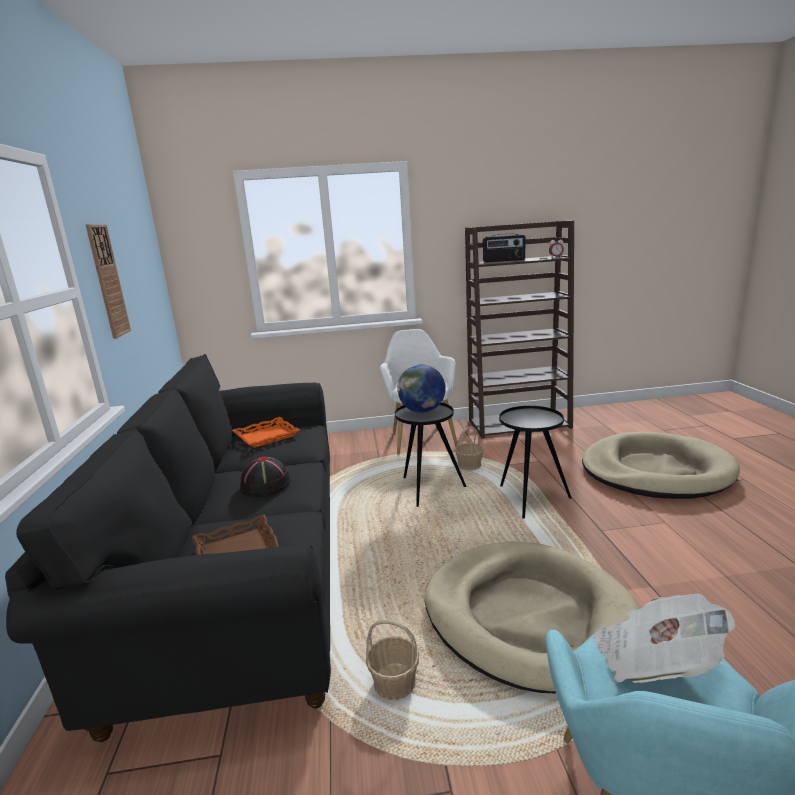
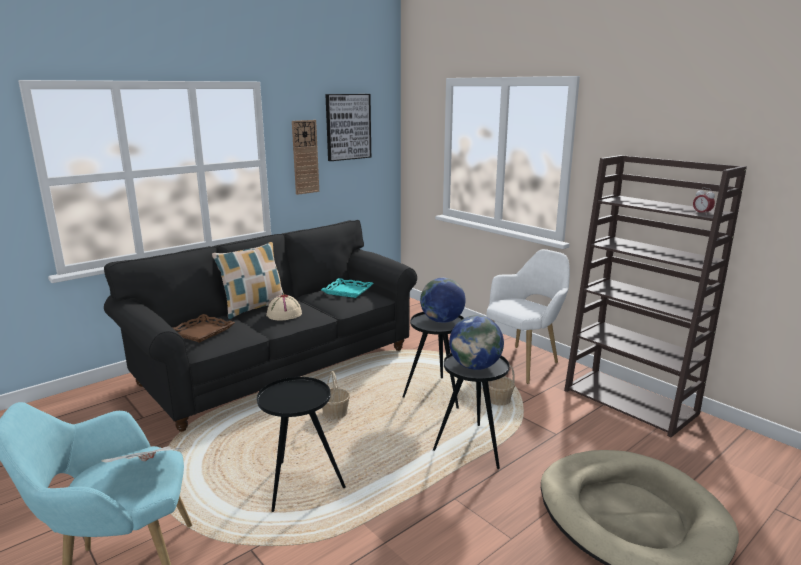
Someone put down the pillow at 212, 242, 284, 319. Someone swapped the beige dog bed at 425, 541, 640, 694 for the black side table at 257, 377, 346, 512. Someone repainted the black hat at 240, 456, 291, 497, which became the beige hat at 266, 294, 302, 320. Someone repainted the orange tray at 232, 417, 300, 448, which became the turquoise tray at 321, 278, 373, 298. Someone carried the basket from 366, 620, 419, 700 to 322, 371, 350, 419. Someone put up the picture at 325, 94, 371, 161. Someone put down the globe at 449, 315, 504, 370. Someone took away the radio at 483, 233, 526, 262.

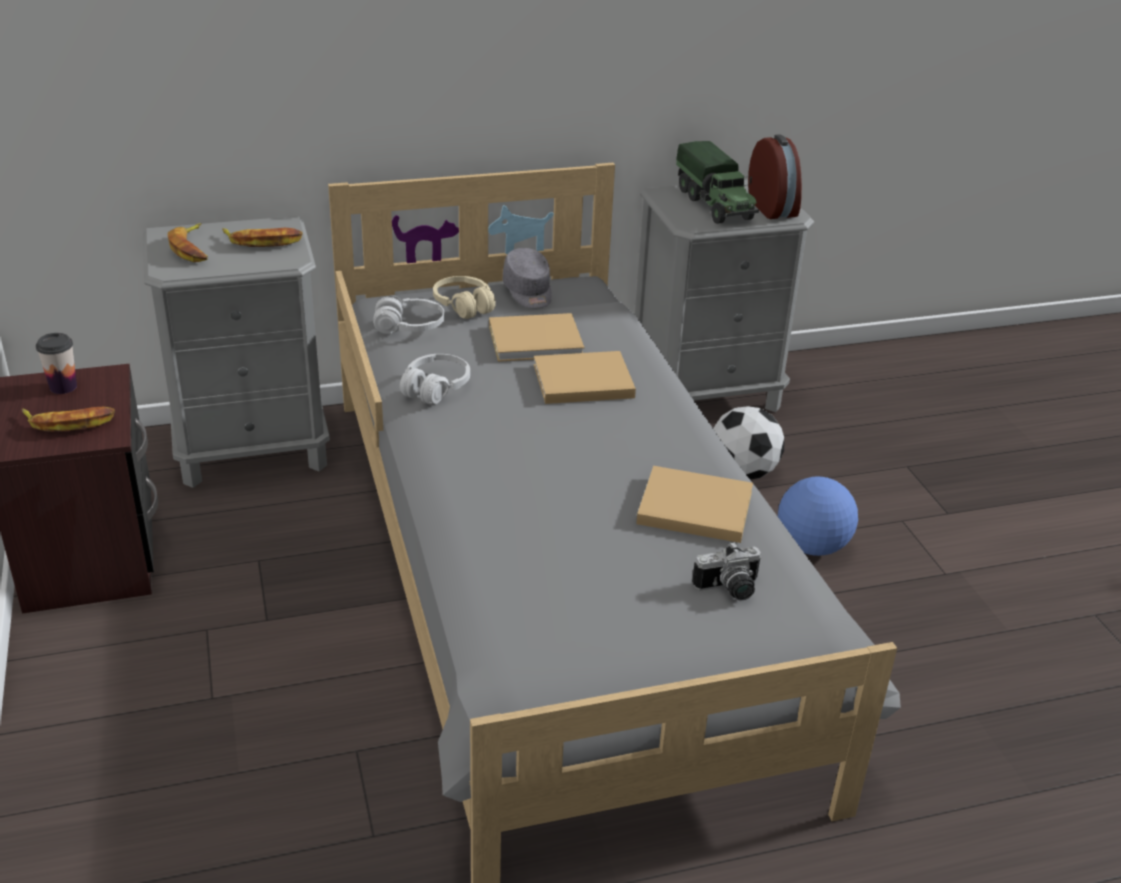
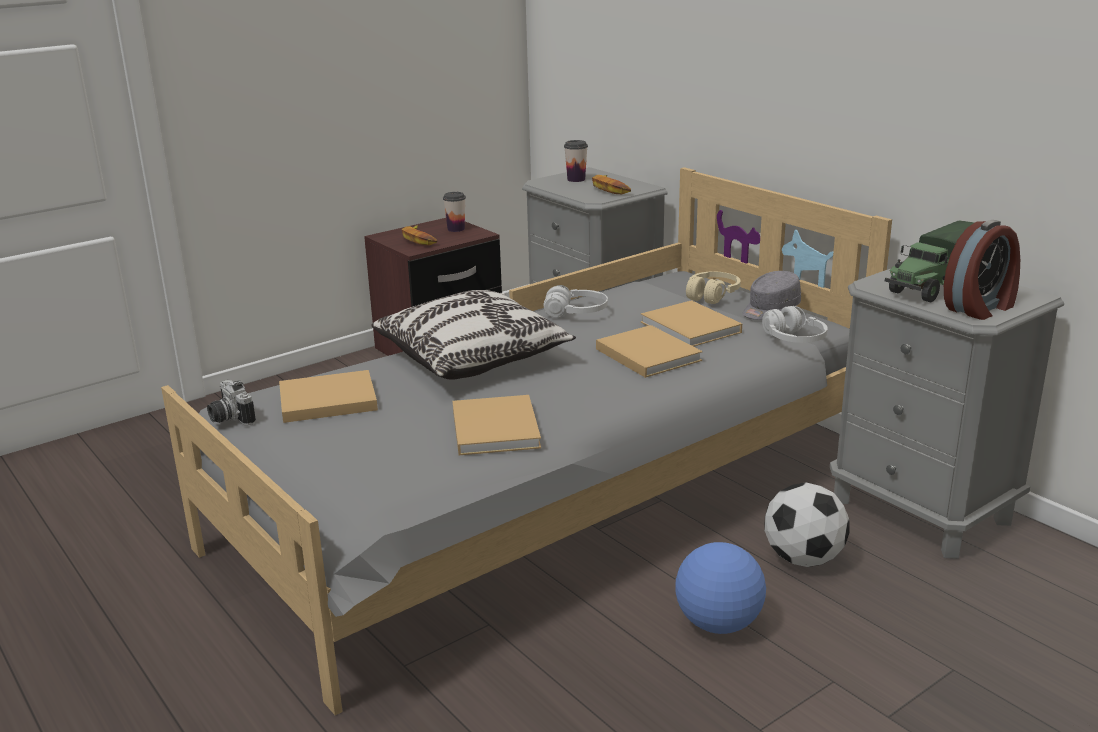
Someone carried the photo camera from 692, 542, 761, 600 to 207, 380, 256, 425. Someone put down the beige book at 279, 370, 378, 423. Someone put down the pillow at 372, 290, 576, 380. Someone swapped the banana at 168, 223, 208, 262 for the cup at 564, 140, 588, 182. Someone carried the white headphones from 373, 295, 445, 334 to 762, 306, 828, 343.

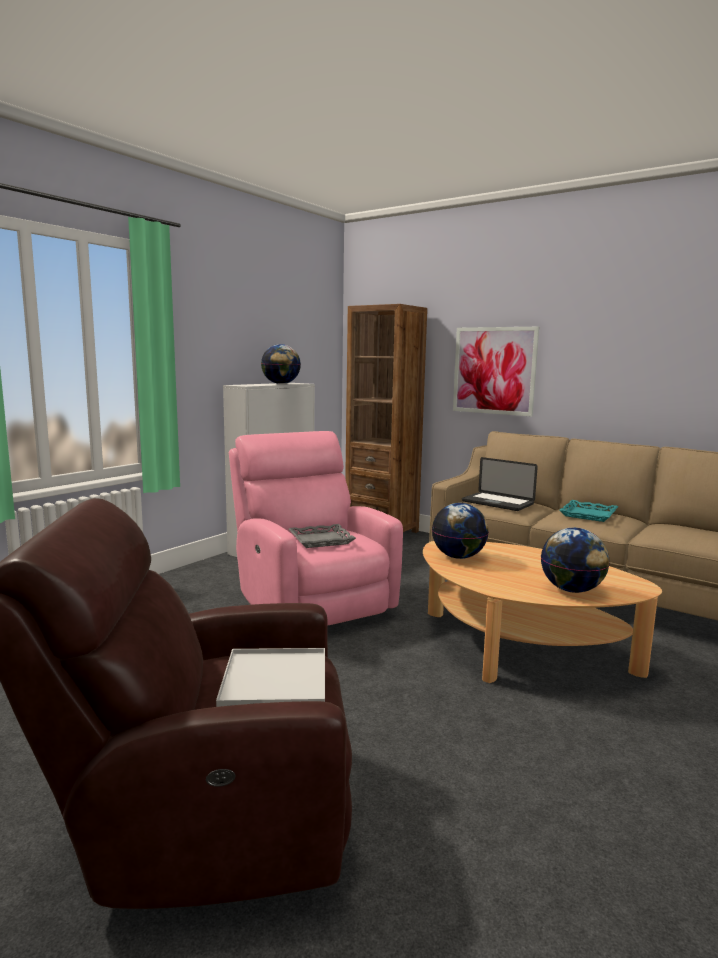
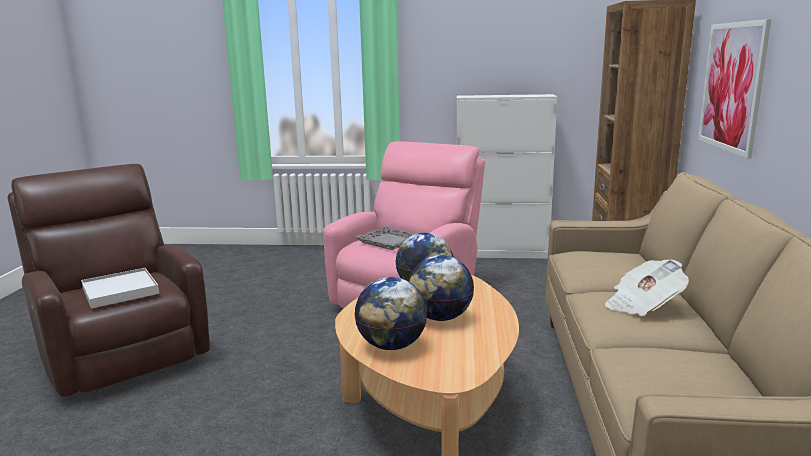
Someone carried the globe from 261, 344, 301, 384 to 409, 255, 474, 321. Someone swapped the turquoise tray at 559, 500, 618, 522 for the newspaper at 605, 259, 689, 316. Someone took away the laptop at 462, 457, 538, 511.

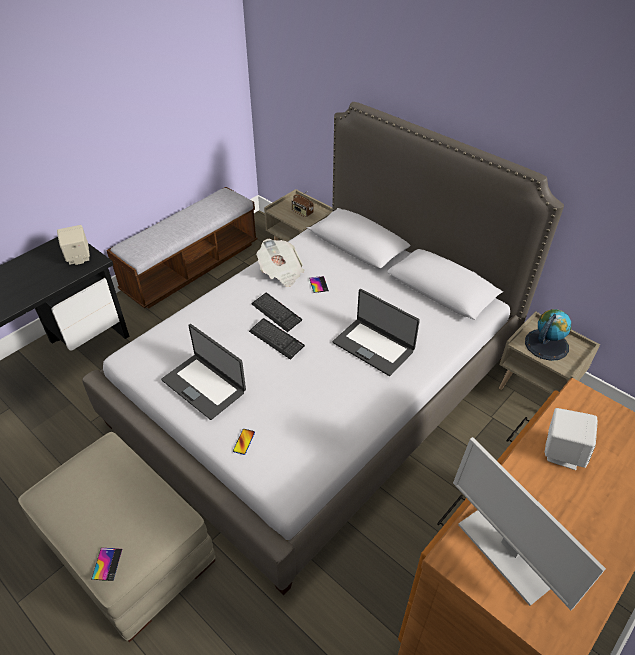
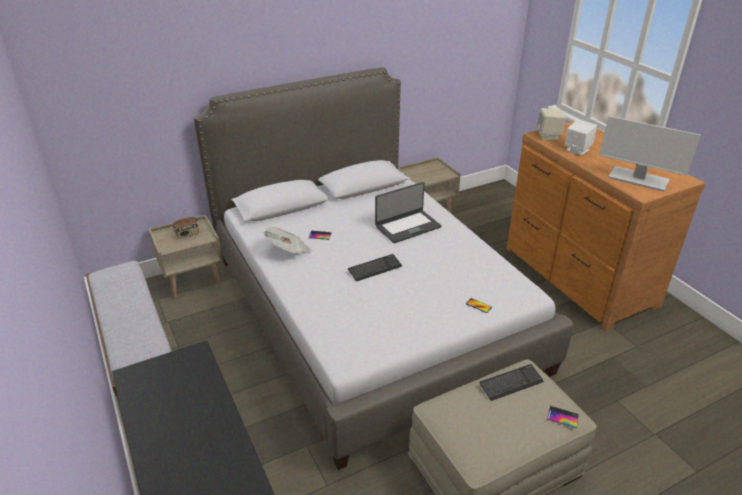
Someone carried the keyboard from 252, 293, 302, 332 to 479, 364, 544, 401. Someone carried the beige speaker from 57, 225, 90, 265 to 536, 108, 566, 140. Someone rotated the monitor at 453, 437, 606, 610 by 45 degrees clockwise. Someone took away the laptop at 161, 324, 246, 420. Someone took away the globe at 525, 309, 571, 361.

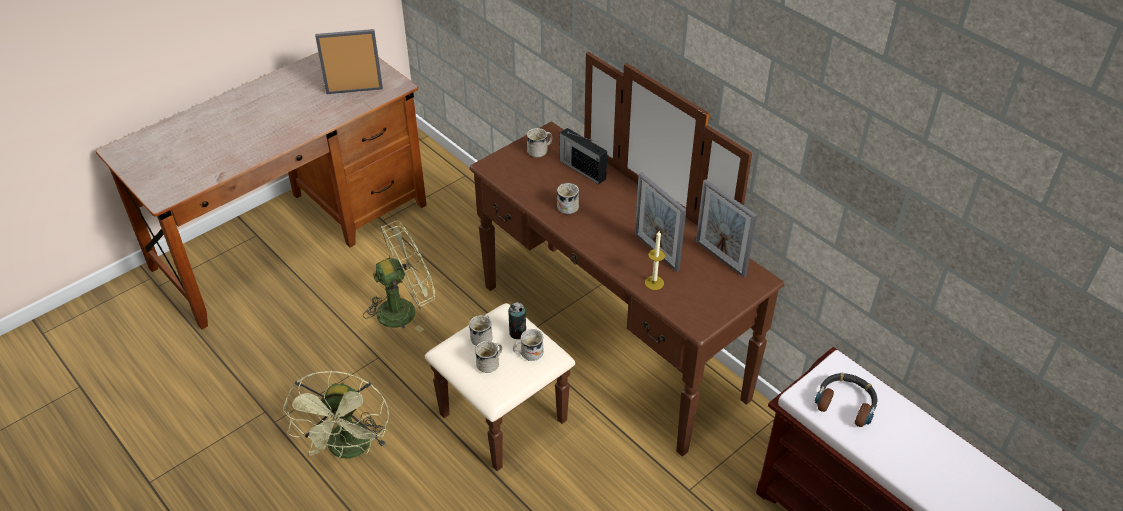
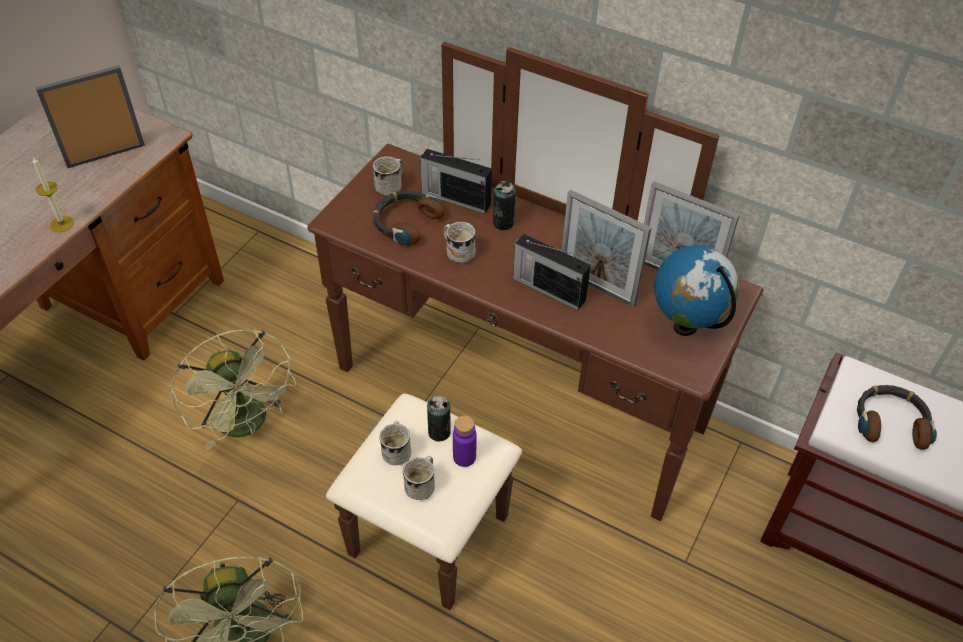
Someone carried the candle from 645, 231, 665, 290 to 32, 157, 74, 232. Someone rotated the green fan at 363, 221, 435, 332 by 105 degrees clockwise. Someone put down the headphones at 373, 191, 445, 246. Someone swapped the white mug at 513, 329, 544, 361 for the purple bottle at 453, 416, 477, 467. Someone put down the can at 493, 181, 516, 230. Someone put down the radio at 513, 234, 591, 310. Someone put down the globe at 654, 245, 739, 336.

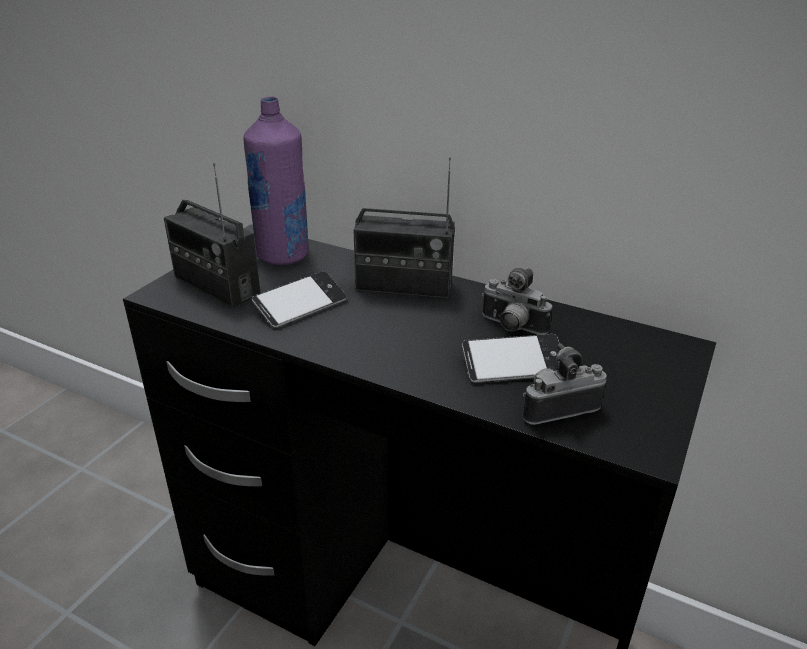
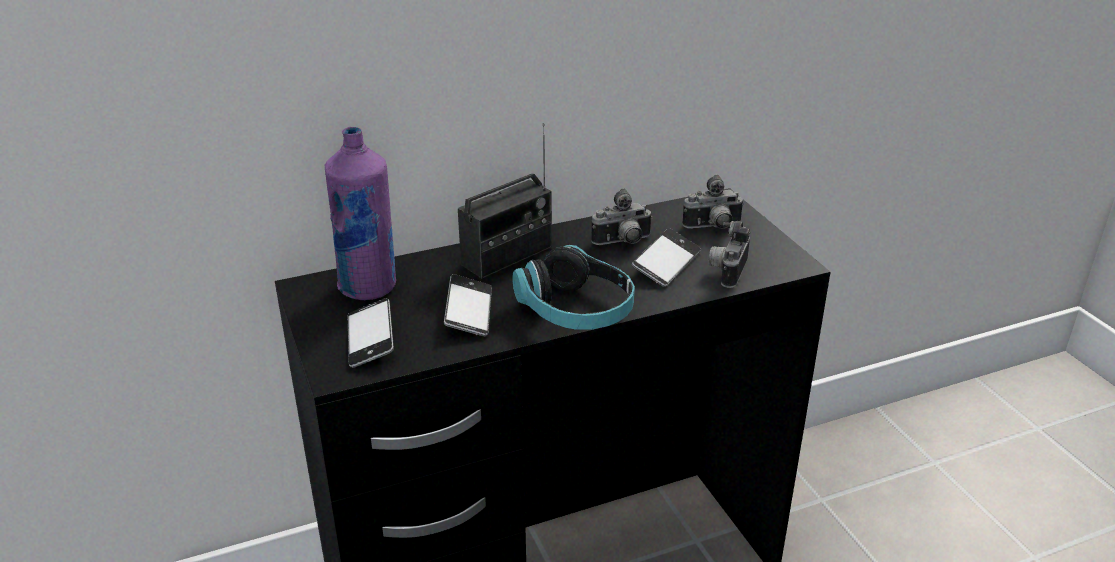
Someone swapped the radio at 164, 163, 260, 308 for the phone at 348, 298, 394, 368. Someone put down the headphones at 512, 245, 635, 330. Someone put down the photo camera at 682, 175, 744, 229.

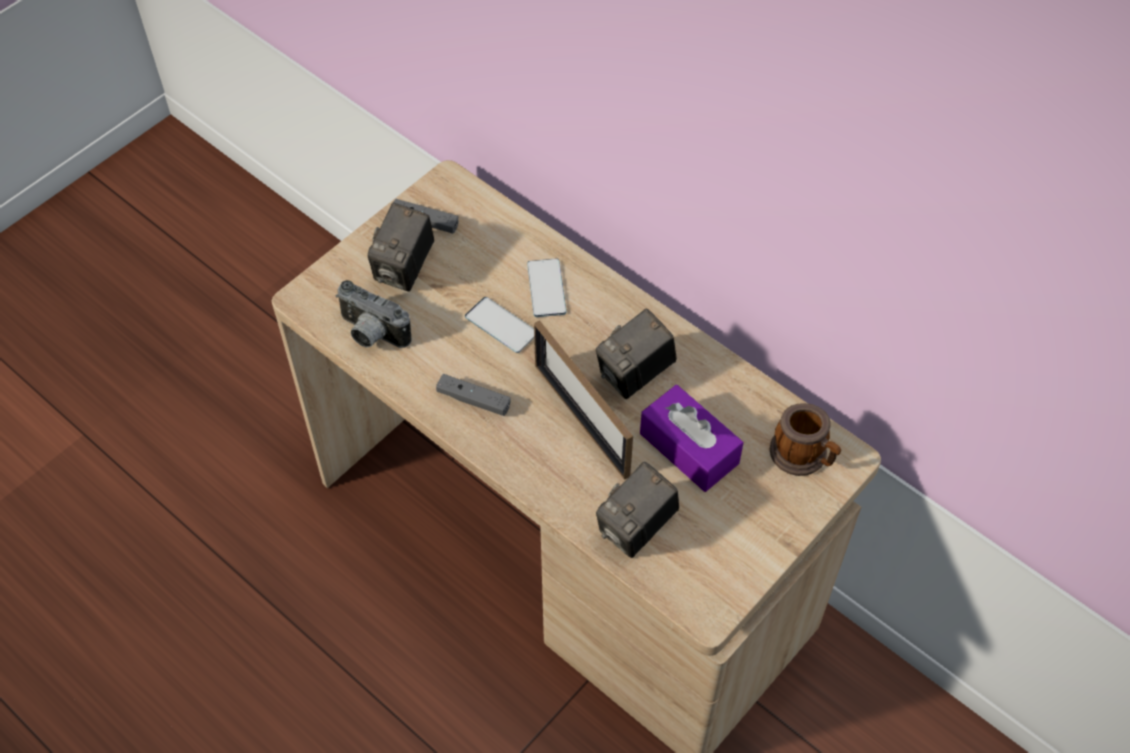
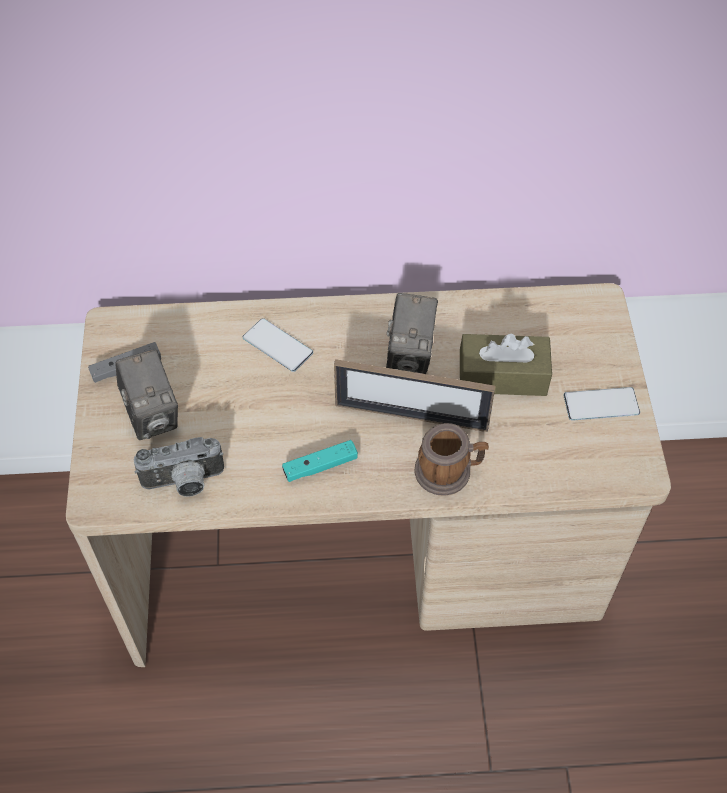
Someone repainted the grey game controller at 436, 374, 511, 416, which became the turquoise game controller at 282, 440, 358, 482. Someone carried the mug from 770, 403, 841, 476 to 414, 423, 489, 496. Someone repainted the purple tissue box at 640, 385, 743, 492, which became the brown tissue box at 460, 334, 552, 396. Someone carried the phone from 465, 297, 534, 353 to 563, 387, 640, 421. Someone took away the photo camera at 596, 462, 679, 558.

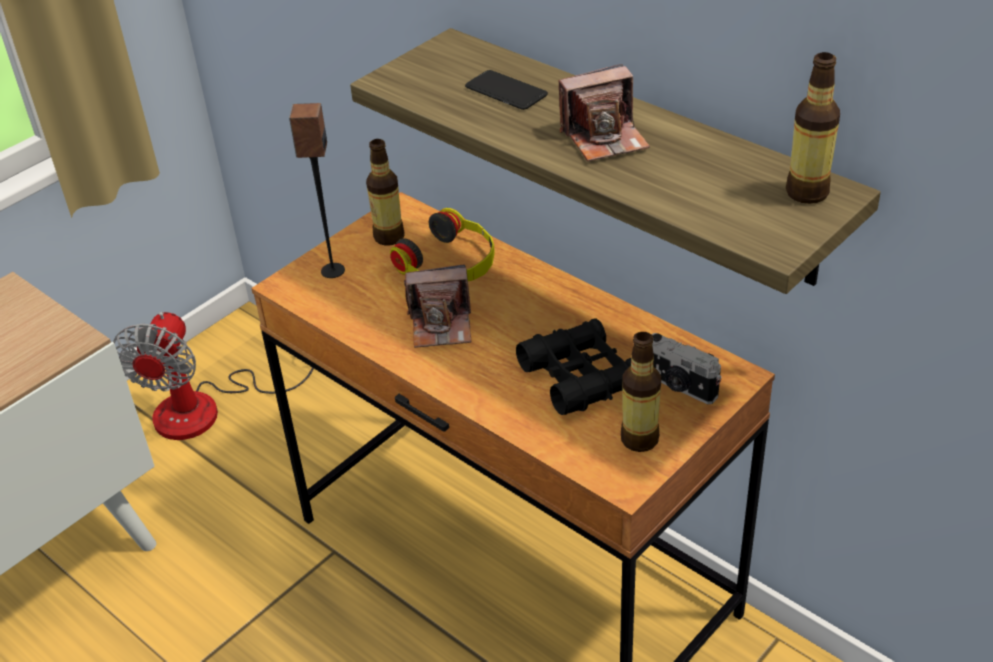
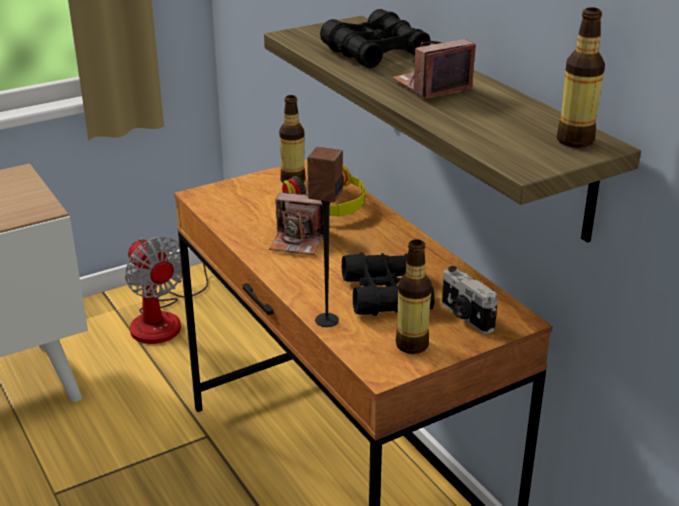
Someone rotated the fan at 113, 312, 314, 440 by 60 degrees counterclockwise. Someone carried the speaker from 289, 103, 345, 278 to 307, 147, 343, 327. Someone swapped the phone at 465, 70, 548, 110 for the black binoculars at 320, 9, 431, 68. Someone rotated the photo camera at 559, 64, 650, 161 by 150 degrees clockwise.

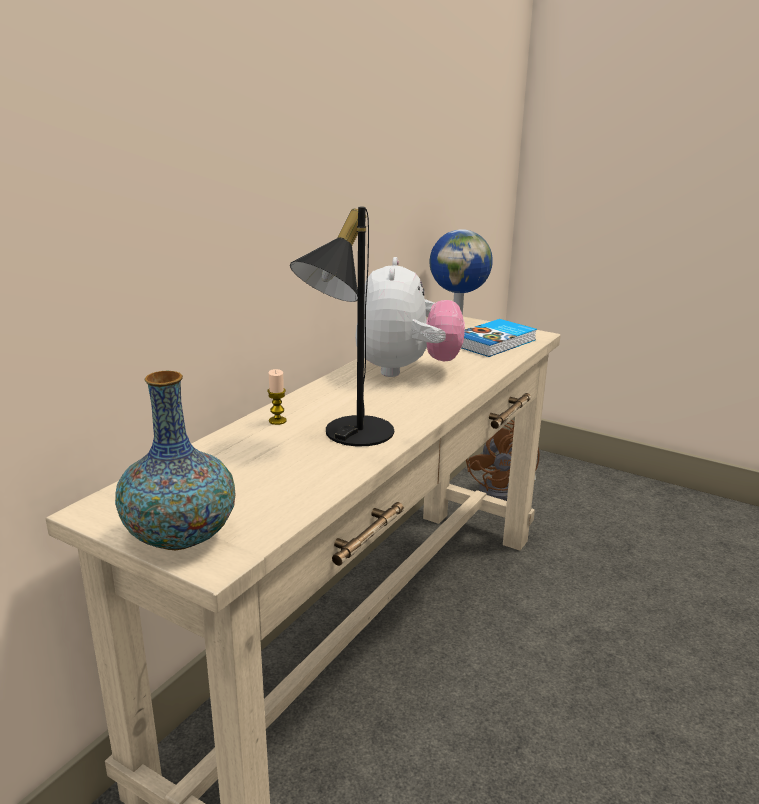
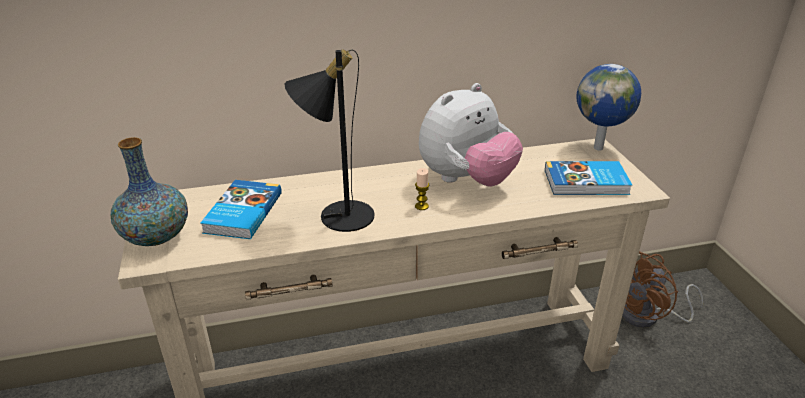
Someone put down the book at 200, 180, 282, 239. Someone carried the candle from 267, 369, 287, 425 to 415, 168, 429, 210.

